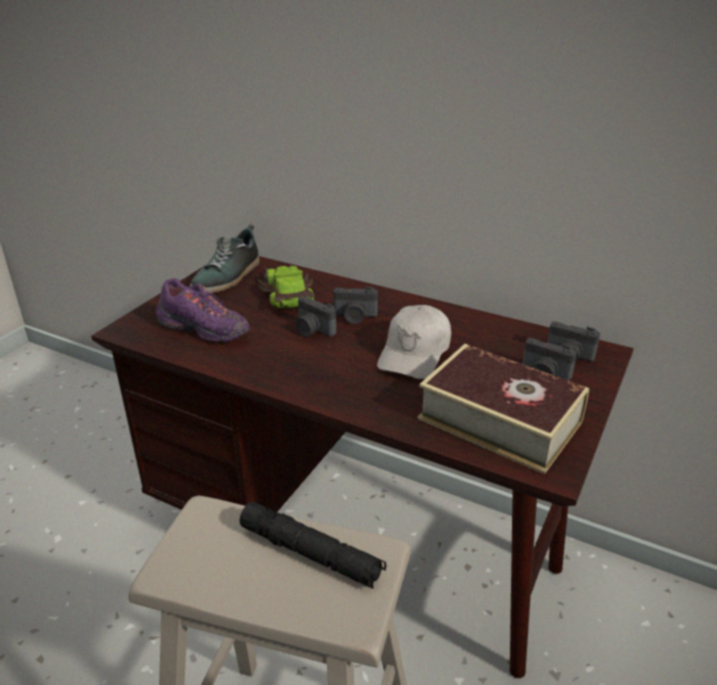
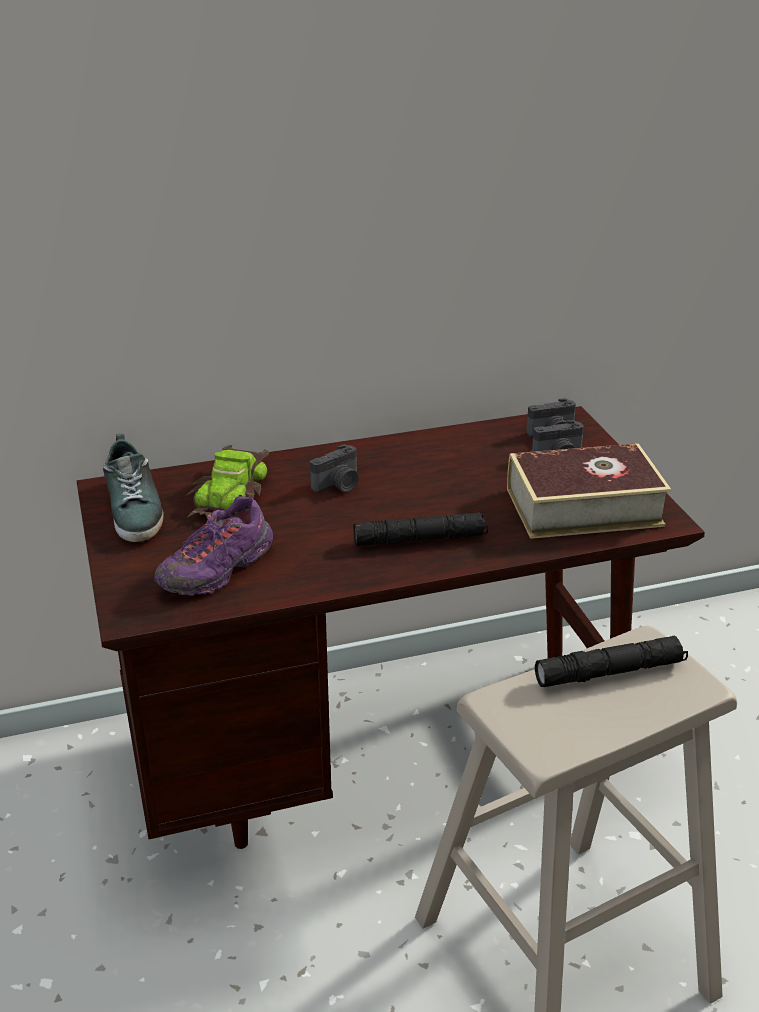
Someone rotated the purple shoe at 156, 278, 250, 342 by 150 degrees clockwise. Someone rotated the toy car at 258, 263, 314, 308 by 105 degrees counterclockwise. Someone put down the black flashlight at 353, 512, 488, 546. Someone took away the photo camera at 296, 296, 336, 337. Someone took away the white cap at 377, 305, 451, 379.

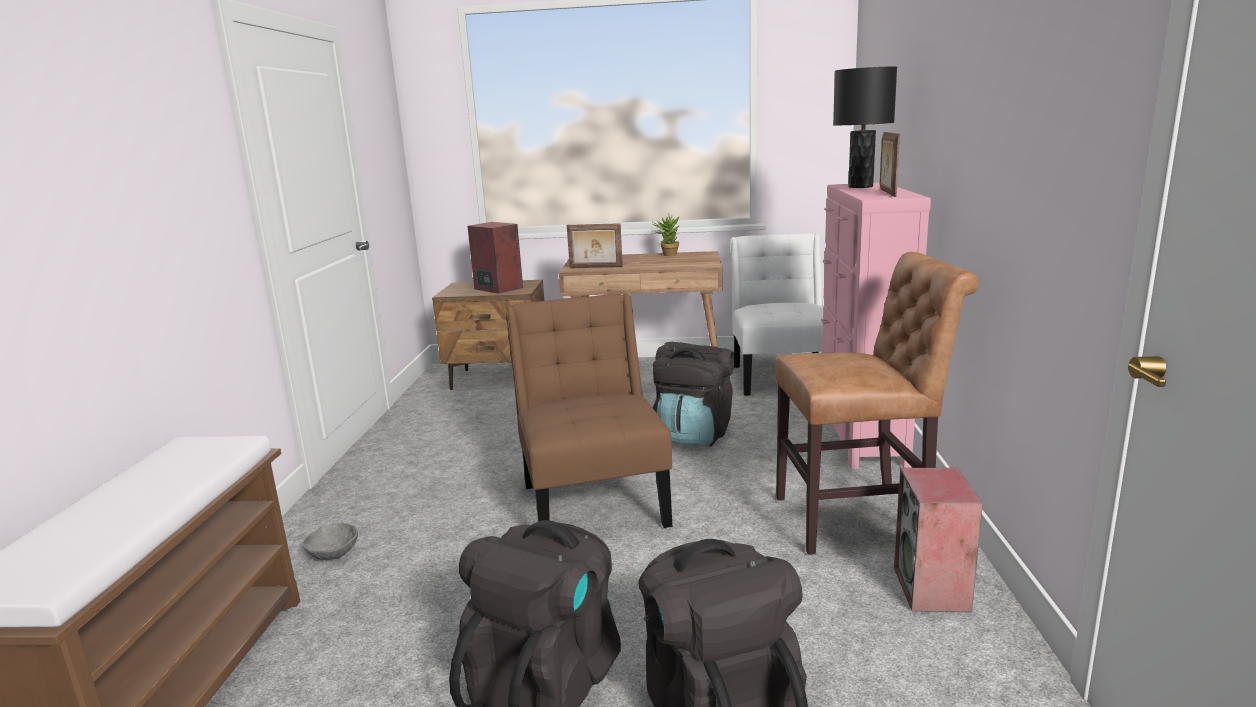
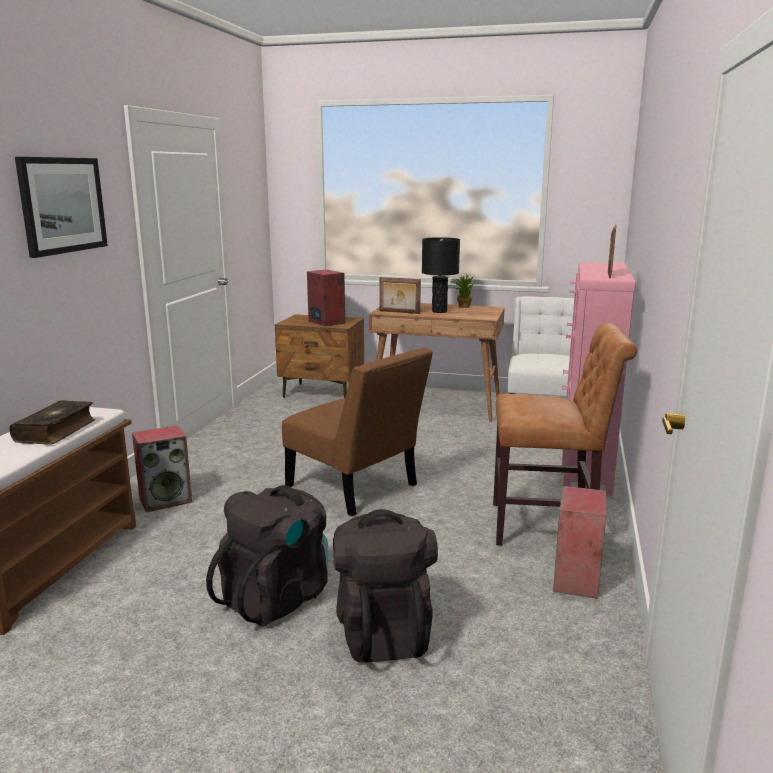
Someone put down the book at 9, 400, 95, 445. Someone put up the picture at 15, 157, 108, 258. Someone swapped the grey bowl at 302, 523, 358, 560 for the speaker at 132, 425, 192, 512. Someone rotated the brown chair at 506, 293, 672, 528 by 135 degrees clockwise. Someone carried the black table lamp from 833, 66, 897, 188 to 422, 237, 460, 313. Someone took away the black backpack at 653, 342, 735, 447.

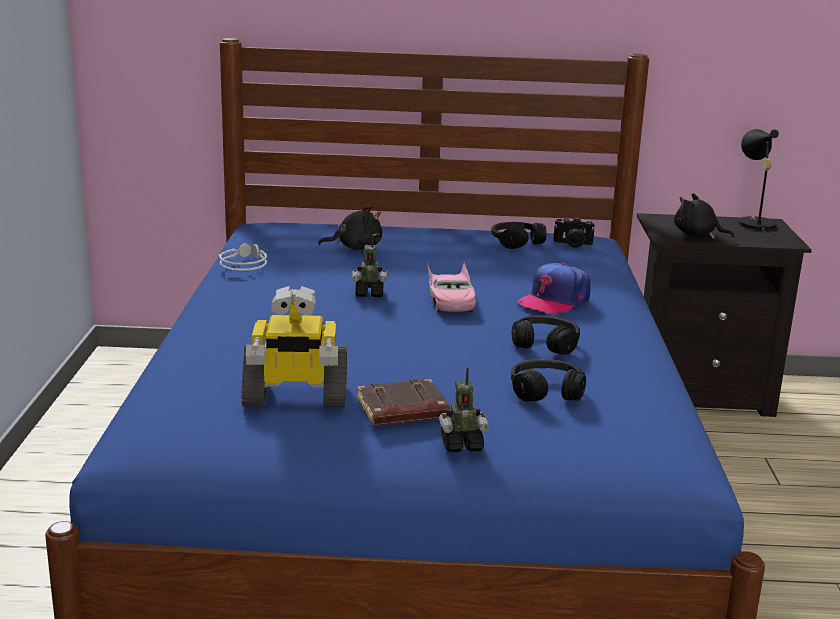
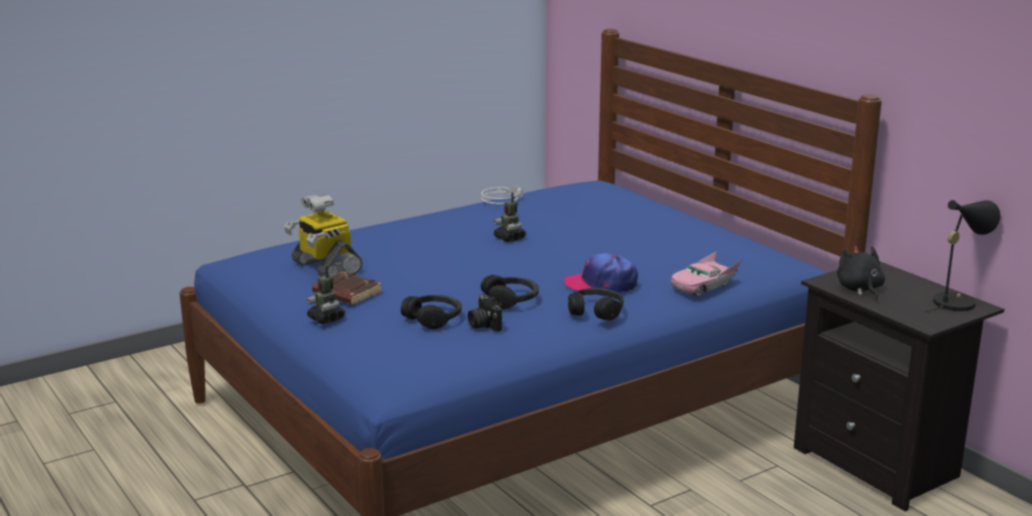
Someone carried the photo camera from 554, 216, 595, 248 to 468, 294, 502, 332. Someone carried the black headphones from 491, 222, 546, 249 to 568, 288, 624, 321. Someone carried the pink toy car from 427, 262, 476, 312 to 671, 251, 742, 297. Someone took away the black plush toy at 318, 206, 382, 250.

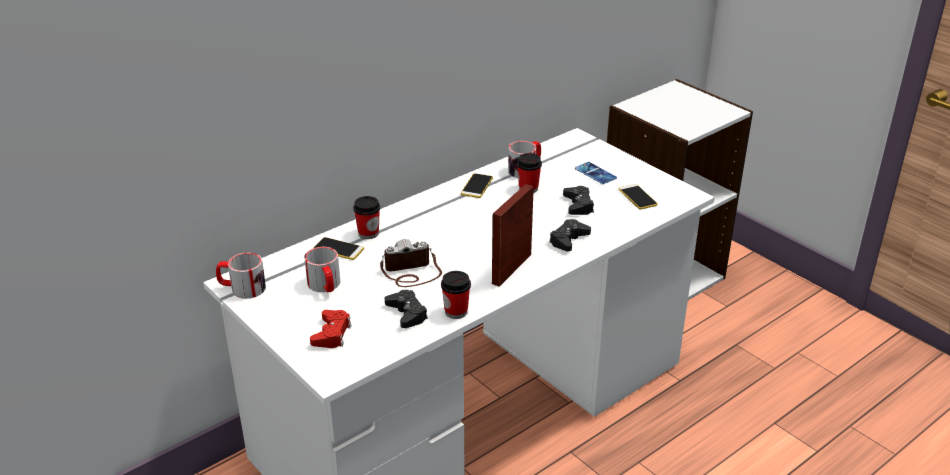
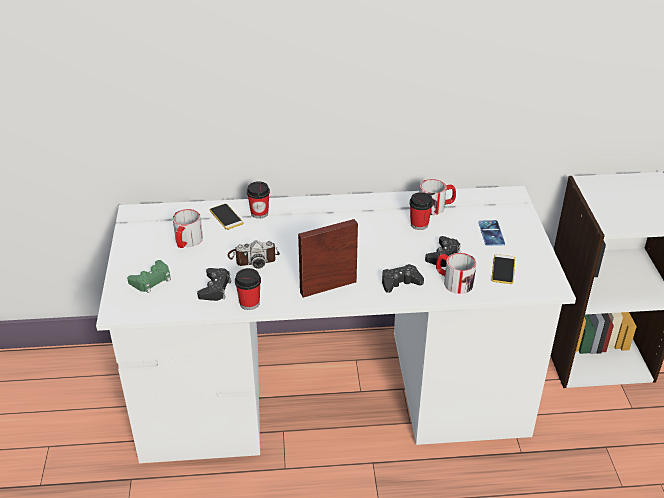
Someone repainted the red game controller at 310, 310, 352, 348, which became the green game controller at 127, 260, 171, 293. Someone rotated the photo camera at 380, 239, 442, 287 by 150 degrees clockwise. Someone carried the mug from 216, 252, 266, 299 to 436, 253, 476, 294. Someone took away the phone at 461, 173, 493, 198.

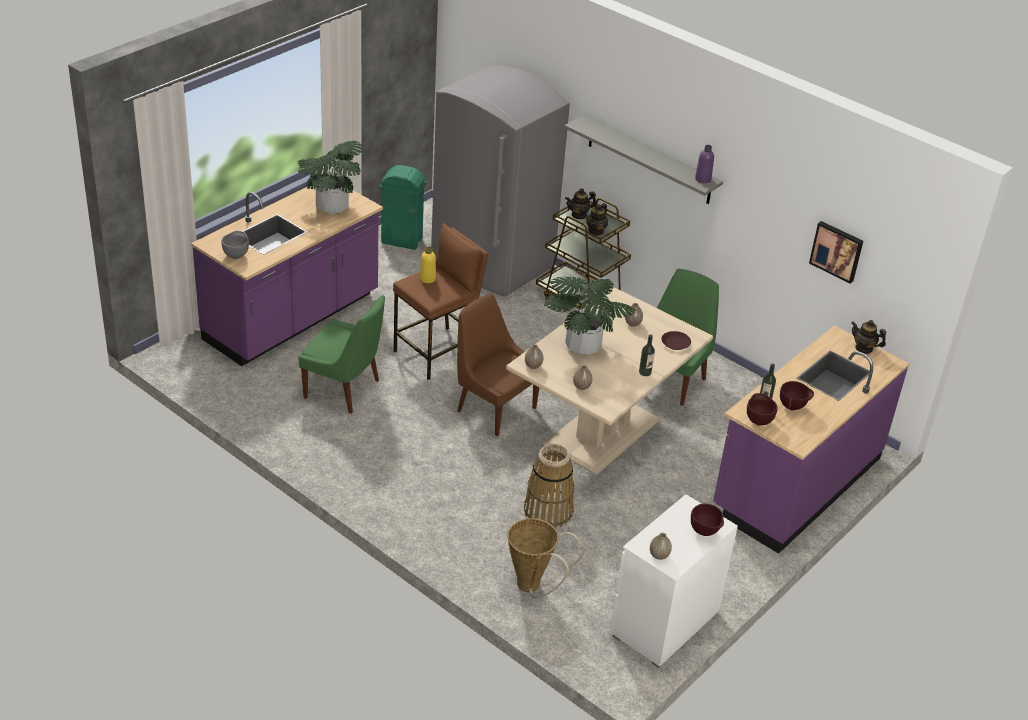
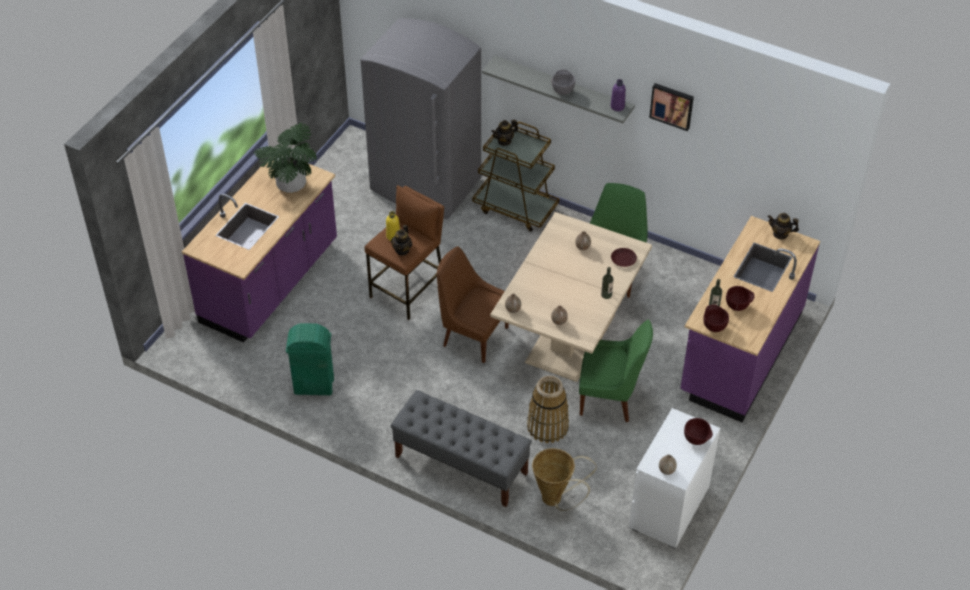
Someone carried the green trash can from 380, 165, 426, 250 to 286, 323, 334, 395. Someone carried the teapot from 586, 203, 608, 236 to 391, 225, 412, 255. Someone put down the grey bench at 391, 390, 532, 507. Someone carried the grey bowl from 221, 231, 249, 259 to 552, 70, 575, 95. Someone carried the green chair from 299, 295, 385, 414 to 579, 320, 653, 422. Someone carried the picture from 809, 221, 863, 284 to 649, 83, 694, 131. Someone took away the potted plant at 544, 277, 636, 356.

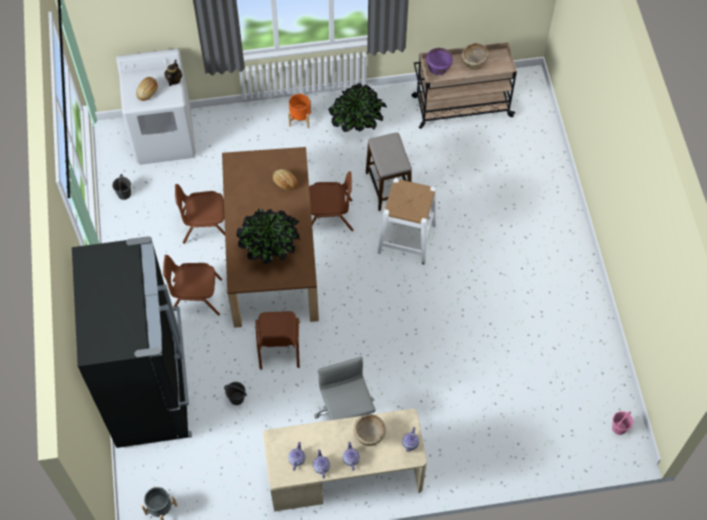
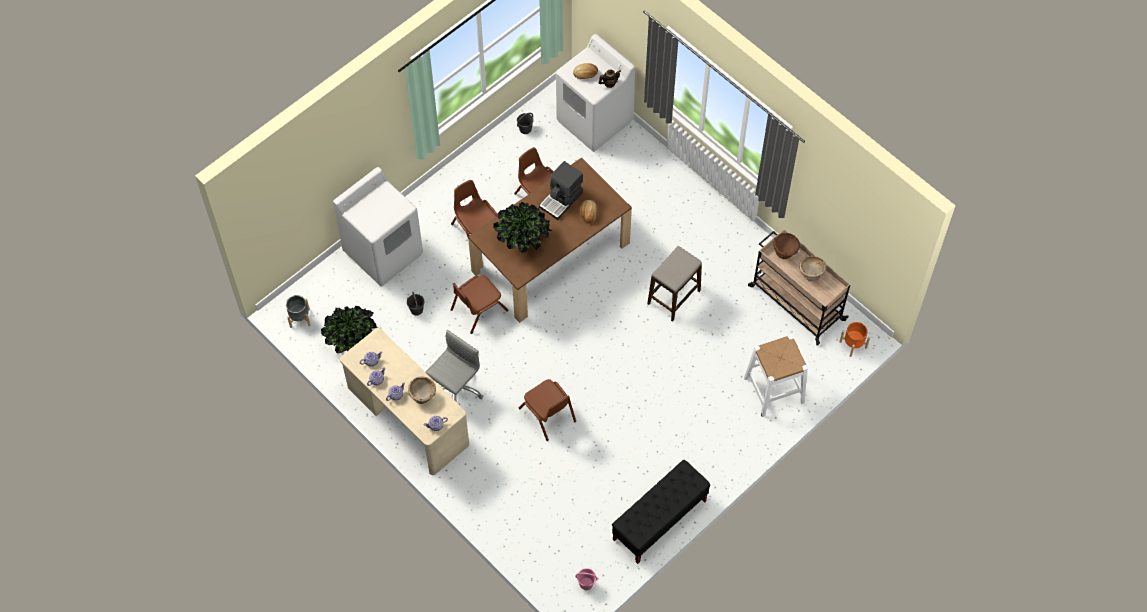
Someone carried the potted plant from 328, 83, 387, 132 to 321, 306, 378, 354. Someone swapped the black fridge at 72, 236, 192, 448 for the white washing machine at 333, 167, 423, 286. Someone carried the brown chair from 309, 171, 354, 231 to 519, 379, 576, 441. Someone put down the coffee machine at 539, 161, 583, 220. Someone put down the black bench at 612, 460, 710, 564. Someone carried the white stool from 378, 178, 436, 265 to 744, 335, 808, 417. Someone repainted the purple bowl at 426, 48, 453, 75, which became the brown bowl at 773, 233, 800, 259. Someone carried the orange planter from 288, 94, 311, 128 to 840, 322, 870, 357.

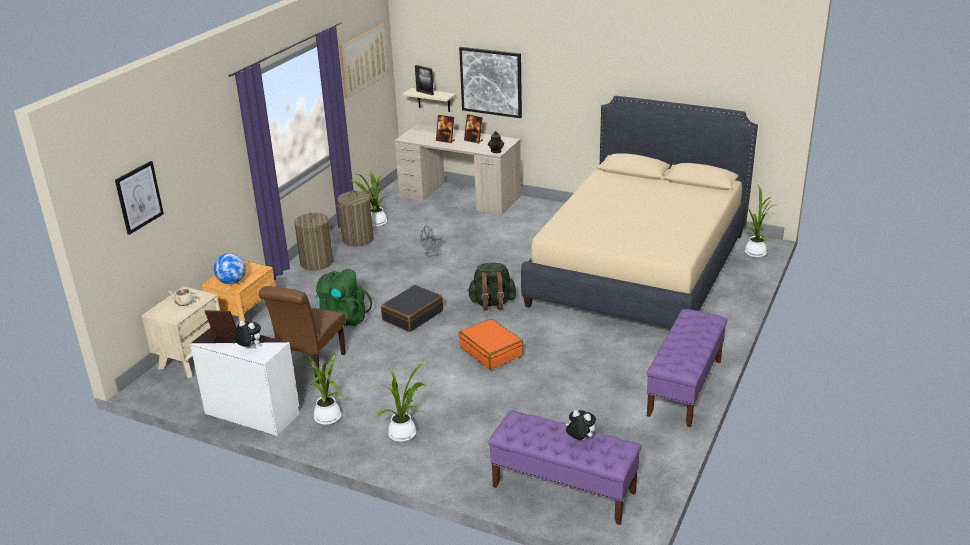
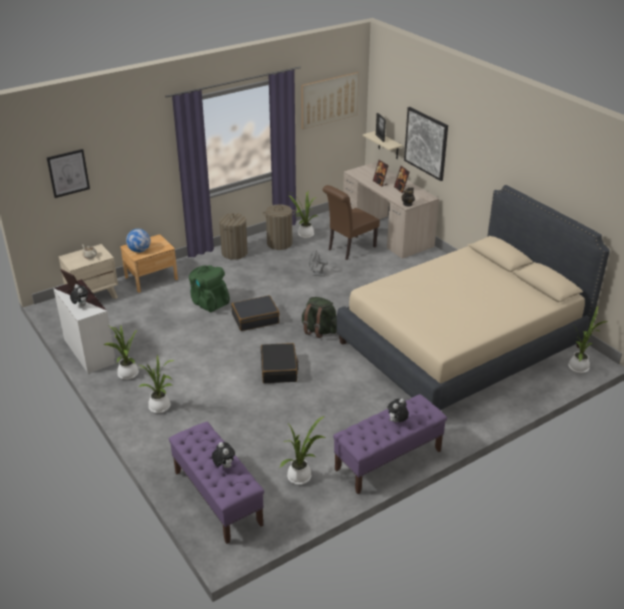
Someone repainted the orange suitcase at 459, 319, 523, 370, which became the black suitcase at 261, 343, 299, 383. Someone put down the potted plant at 280, 416, 326, 485. Someone carried the brown chair from 259, 286, 346, 384 to 323, 185, 380, 260. Someone put down the plush toy at 387, 398, 409, 422.

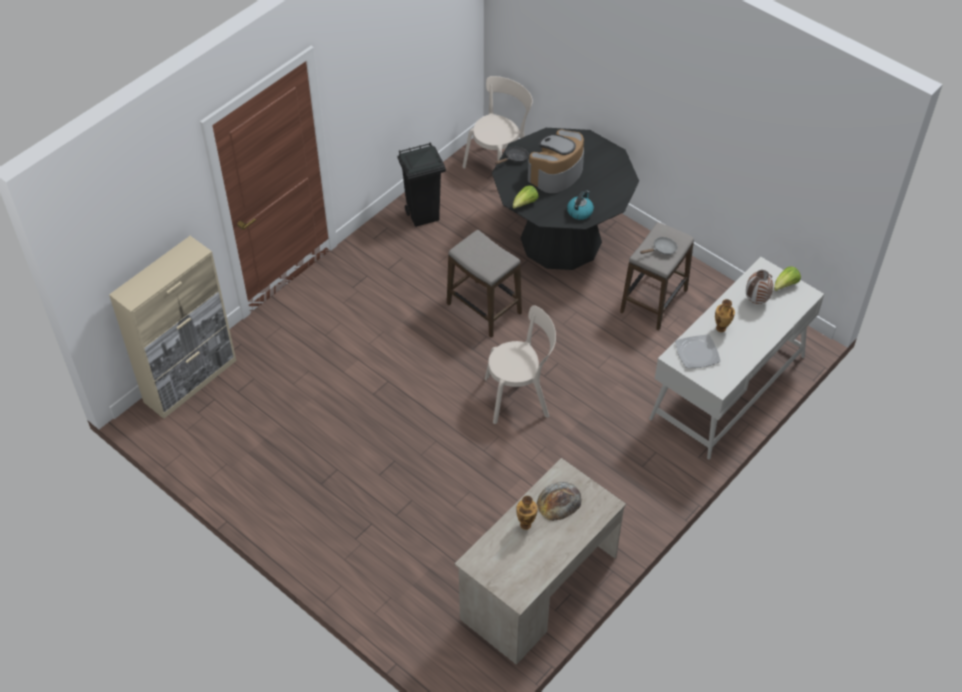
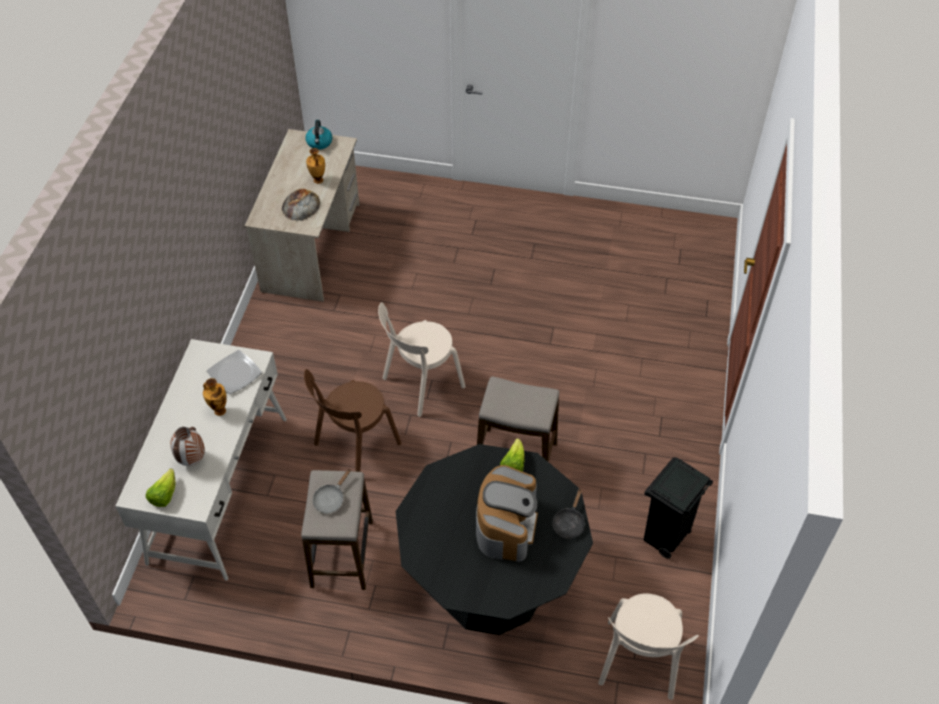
Someone put down the brown chair at 304, 369, 402, 472. Someone carried the kettle from 567, 190, 594, 220 to 305, 120, 332, 150. Someone took away the beige cabinet at 109, 236, 236, 419.

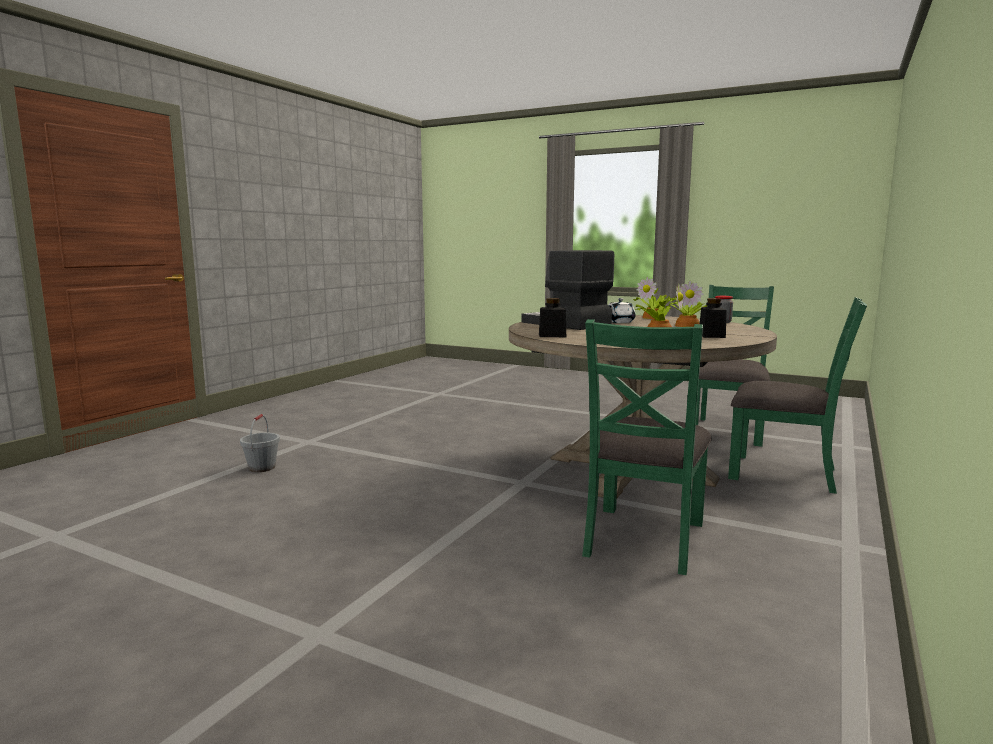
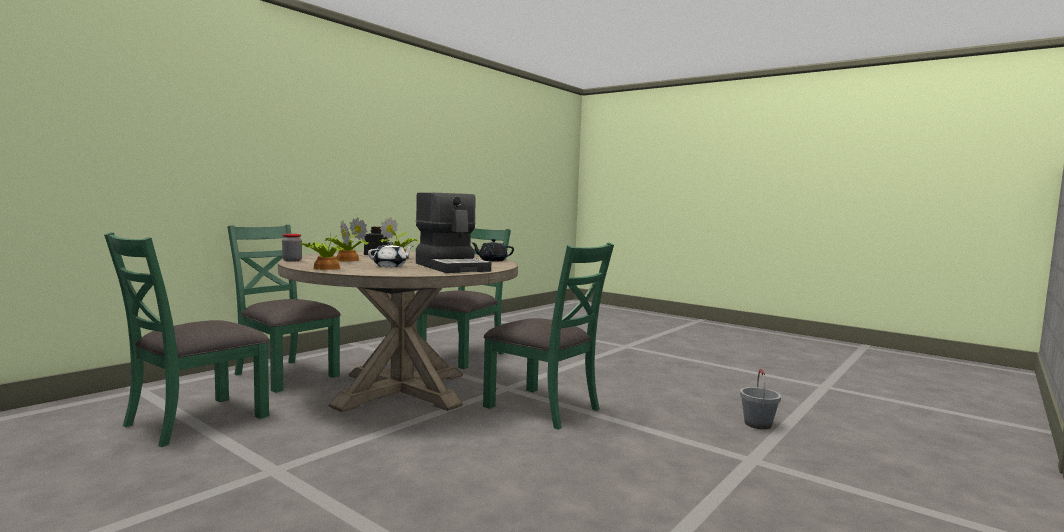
Someone swapped the black jar at 539, 298, 566, 337 for the black teapot at 472, 239, 514, 262. Someone put down the green chair at 483, 243, 614, 430.

